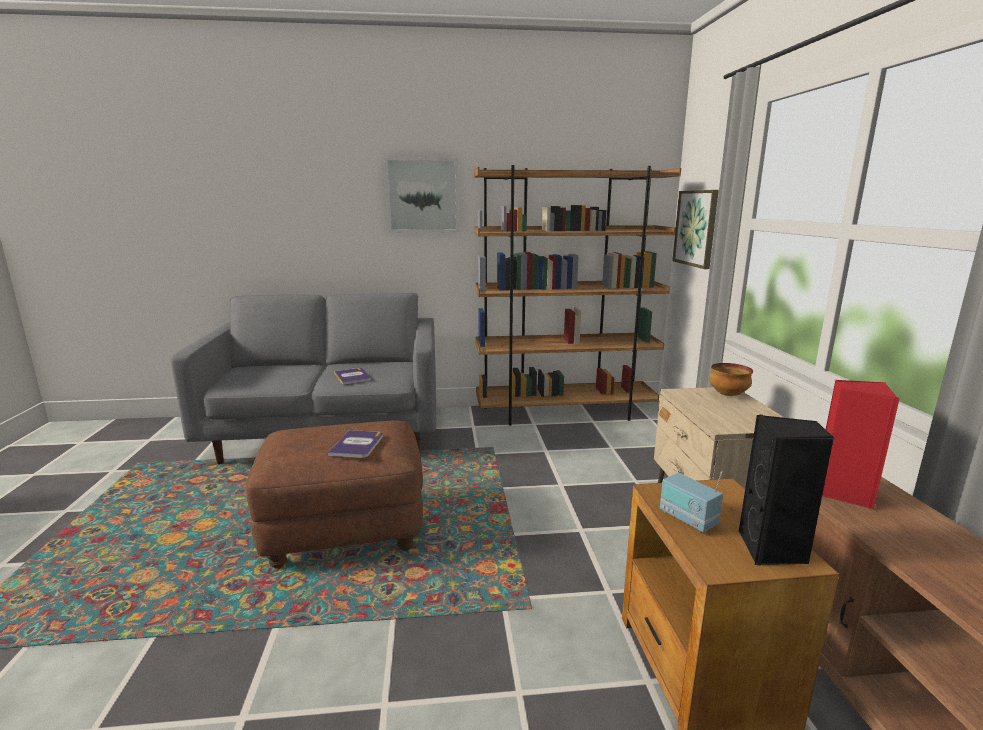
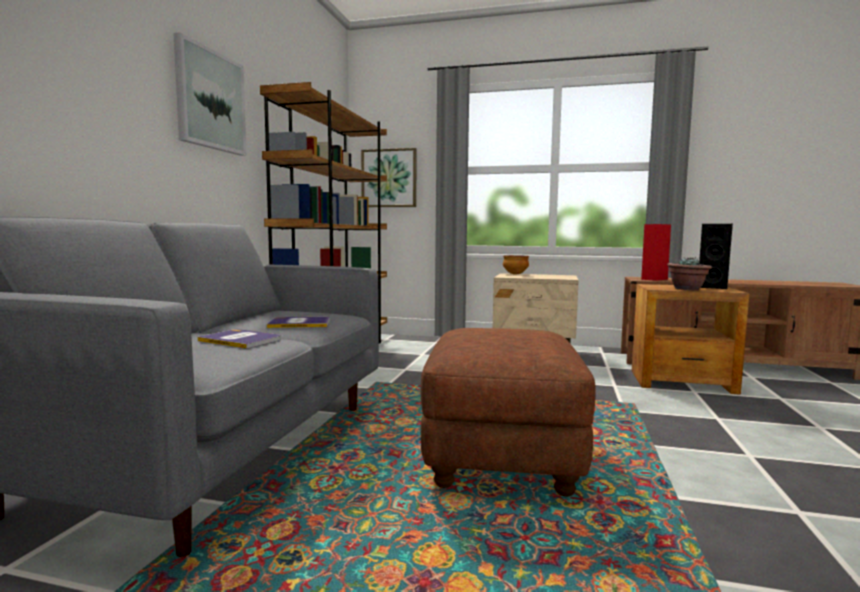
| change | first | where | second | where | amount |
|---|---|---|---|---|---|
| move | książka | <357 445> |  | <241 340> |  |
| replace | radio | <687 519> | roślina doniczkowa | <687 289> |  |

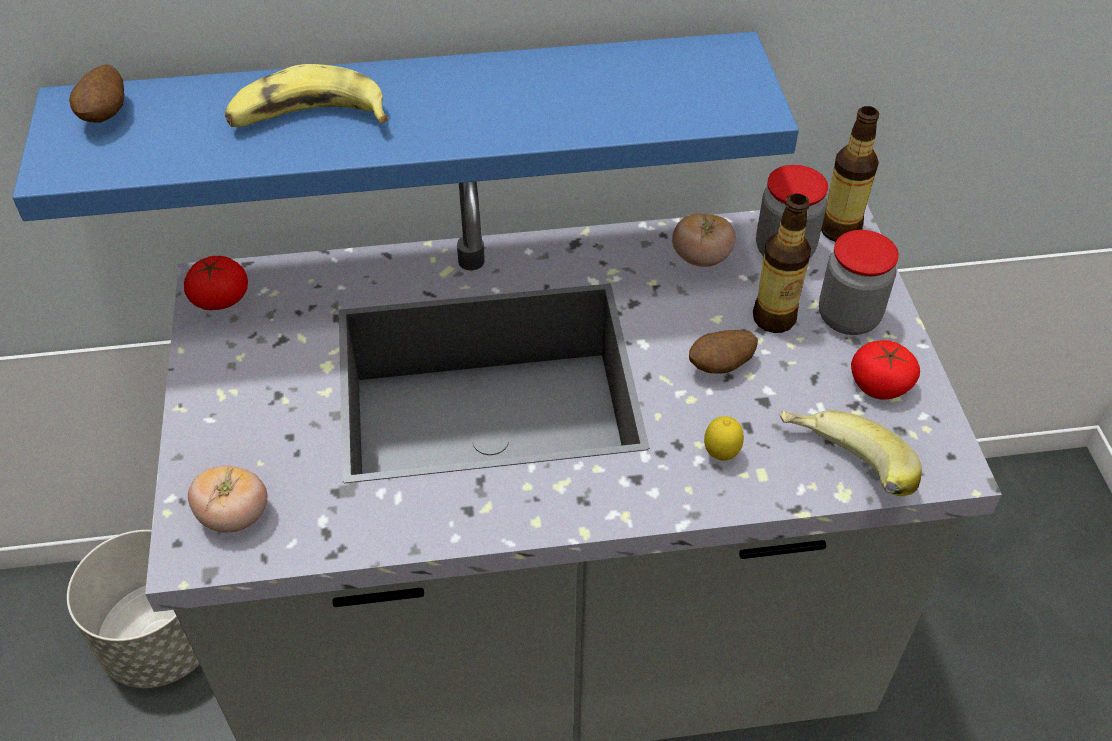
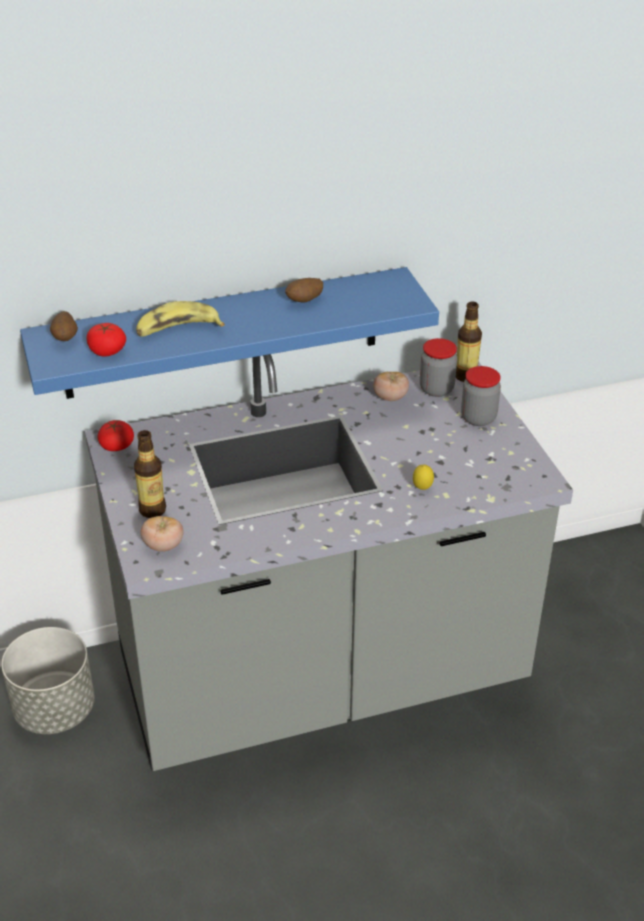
| change | first | where | second | where | amount |
|---|---|---|---|---|---|
| delete | banan | <839 474> |  |  |  |
| move | ziemniak | <720 367> |  | <304 301> |  |
| move | butelka | <774 318> |  | <152 510> |  |
| move | pomidor | <879 385> |  | <107 351> |  |

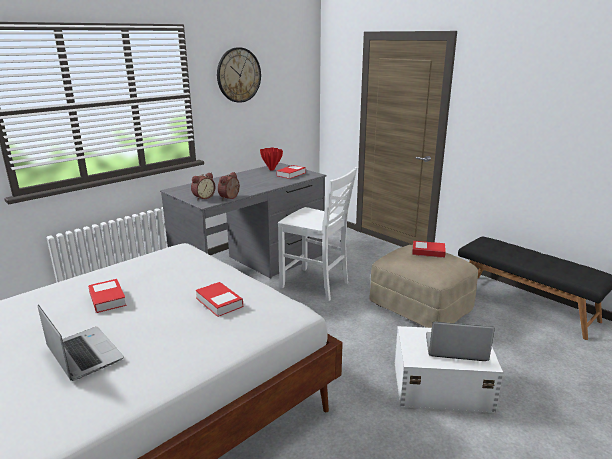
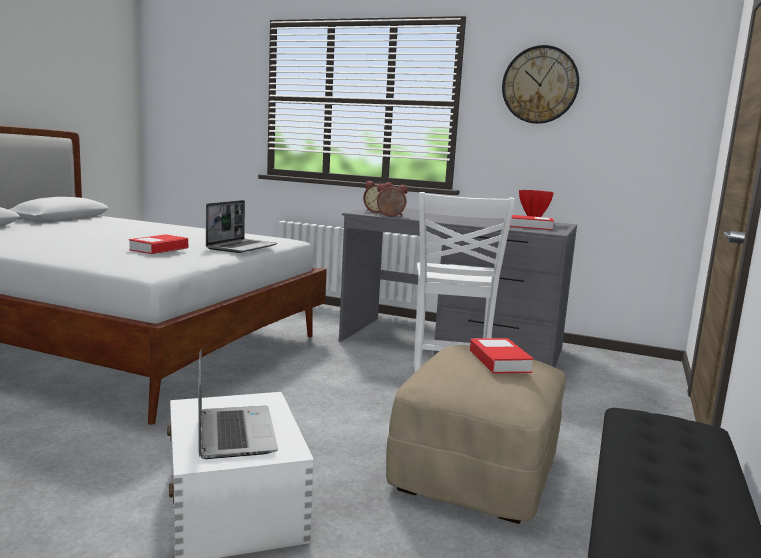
| change | first | where | second | where | amount |
|---|---|---|---|---|---|
| delete | książka | <107 299> |  |  |  |
| move | laptop | <83 354> |  | <242 247> |  |

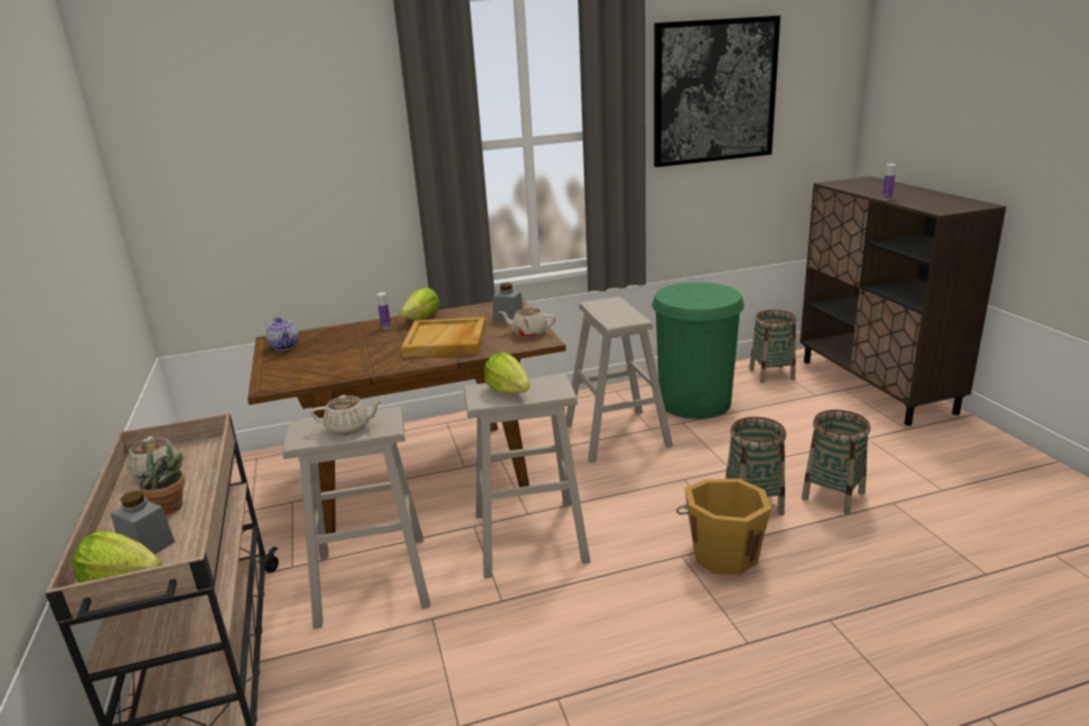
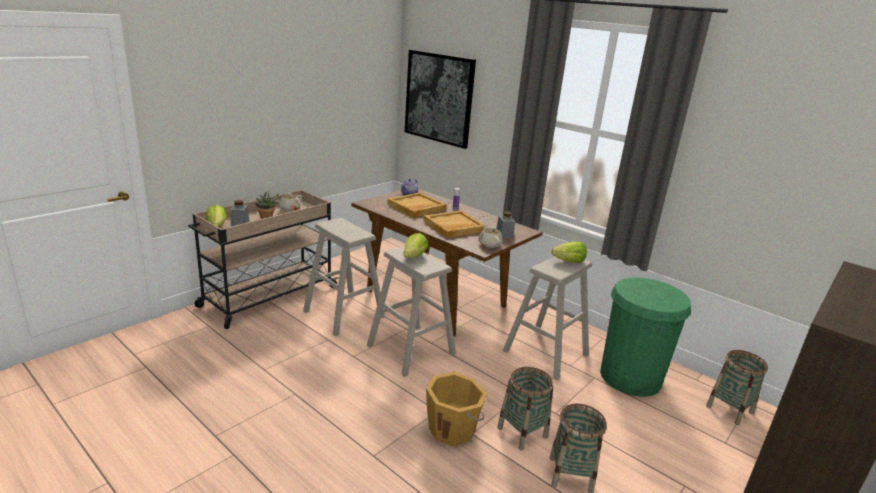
| change | first | where | second | where | amount |
|---|---|---|---|---|---|
| delete | imbryk [beżowy] | <349 428> |  |  |  |
| delete | butelka | <887 198> |  |  |  |
| insert |  |  | taca [beżowy] | <416 207> |  |
| move | sałata | <422 319> |  | <569 261> |  |
| move | obraz | <714 92> |  | <439 98> |  |

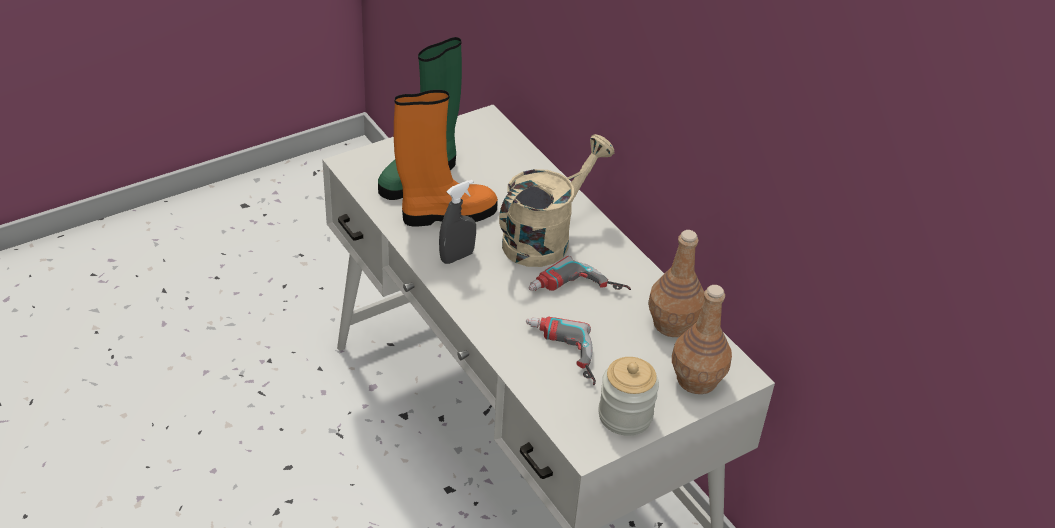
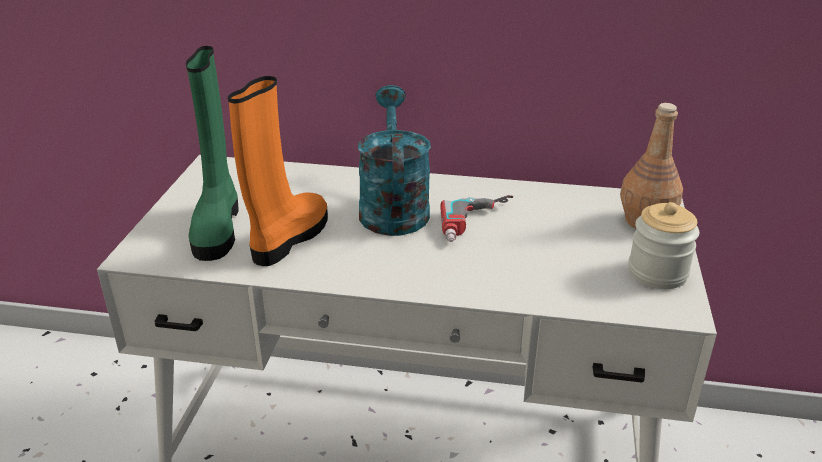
| change | first | where | second | where | amount |
|---|---|---|---|---|---|
| delete | spryskiwacz [szary] | <457 257> |  |  |  |
| delete | wiertarka | <559 355> |  |  |  |
| delete | butelka [brązowy] | <673 324> |  |  |  |
| recolor | konewka [beżowy] | <545 237> | konewka [turkusowy] | <393 207> |  |

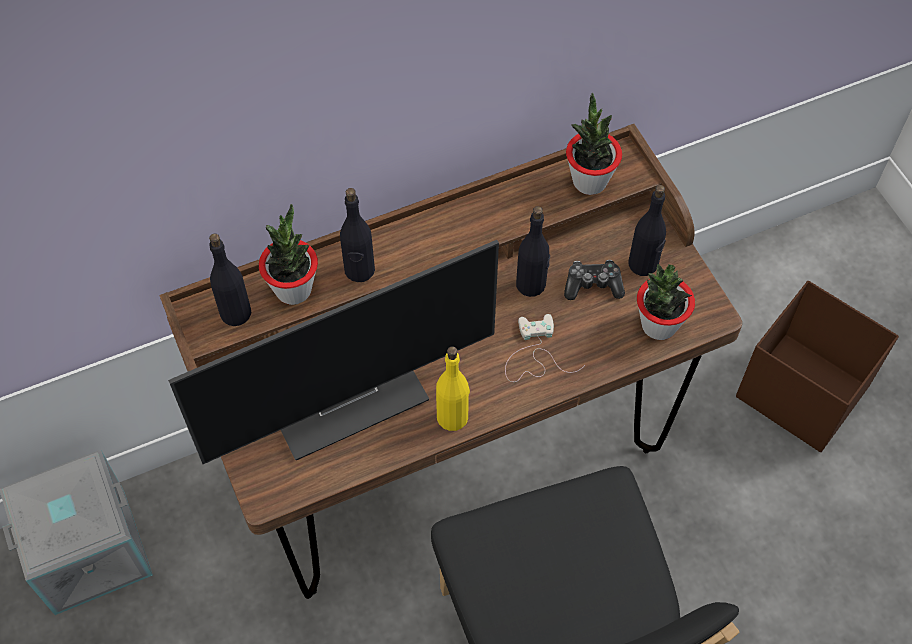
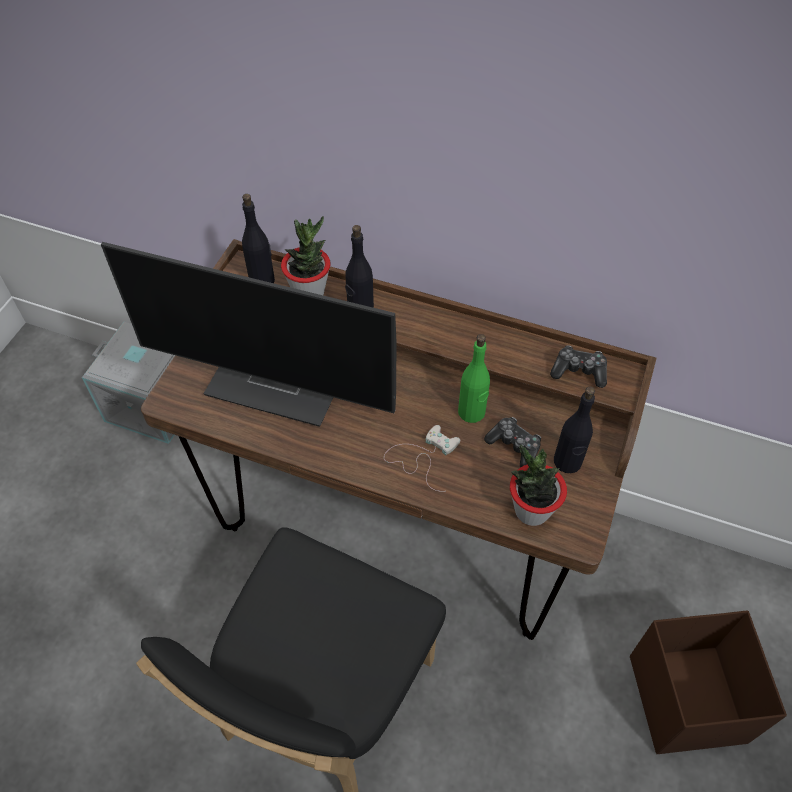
| change | first | where | second | where | amount |
|---|---|---|---|---|---|
| delete | butelka [żółty] | <453 417> |  |  |  |
| replace | roślina doniczkowa | <589 181> | pad do gier | <579 371> |  |
| recolor | butelka [czarny] | <531 284> | butelka [zielony] | <471 412> |  |

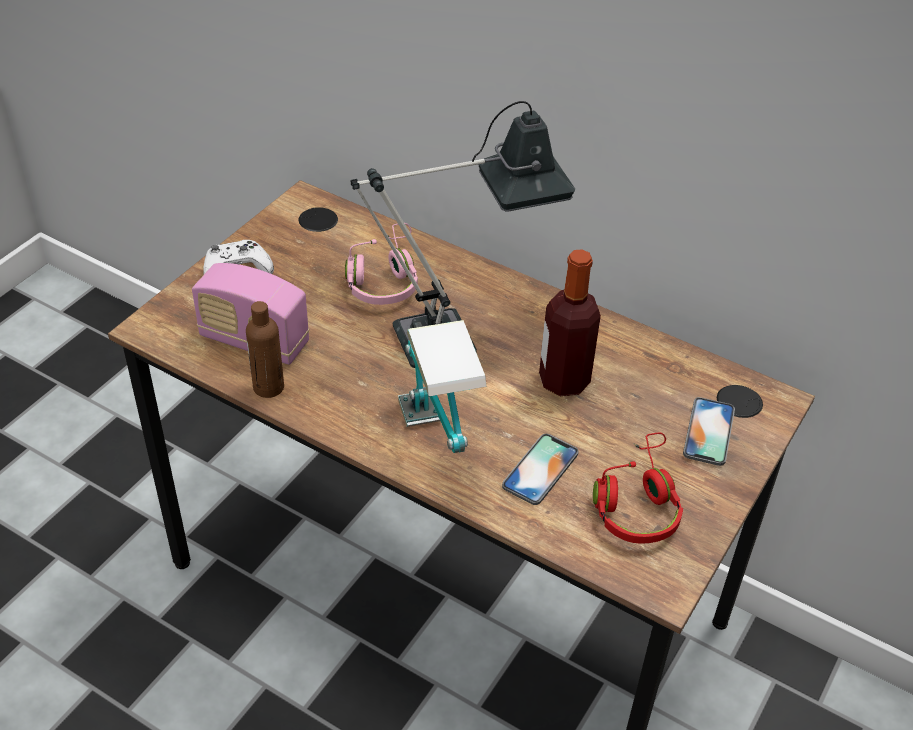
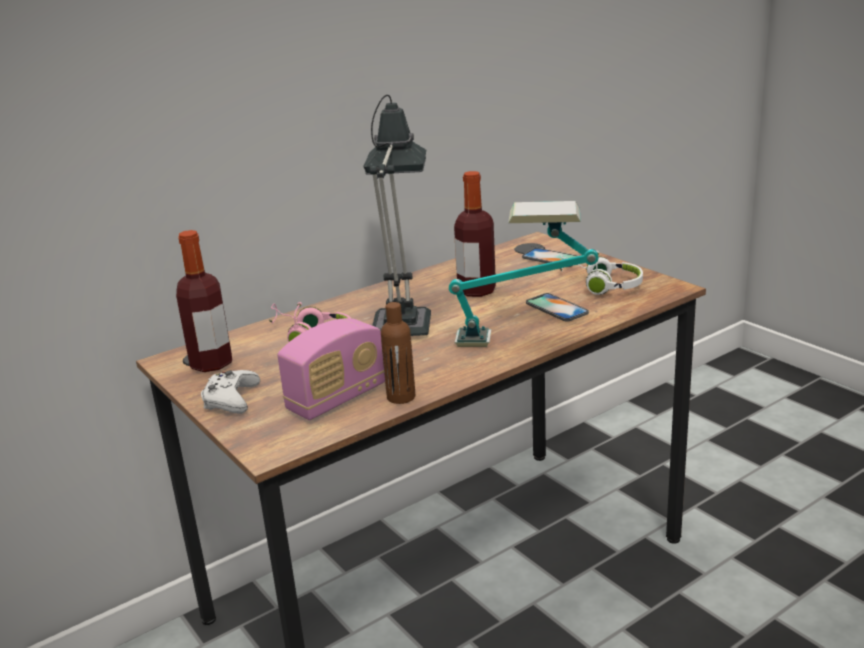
| change | first | where | second | where | amount |
|---|---|---|---|---|---|
| insert |  |  | butelka | <211 363> |  |
| recolor | słuchawki [czerwony] | <636 502> | słuchawki [biały] | <600 285> |  |

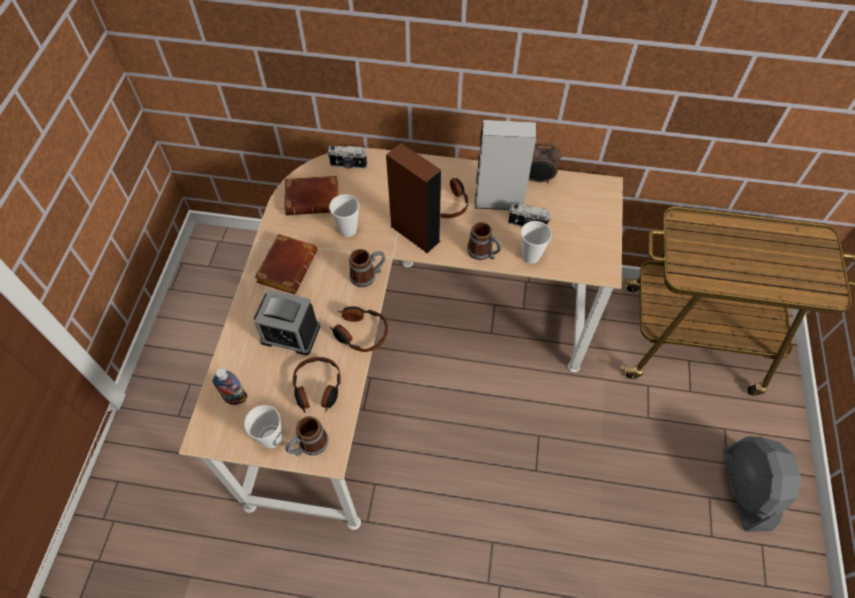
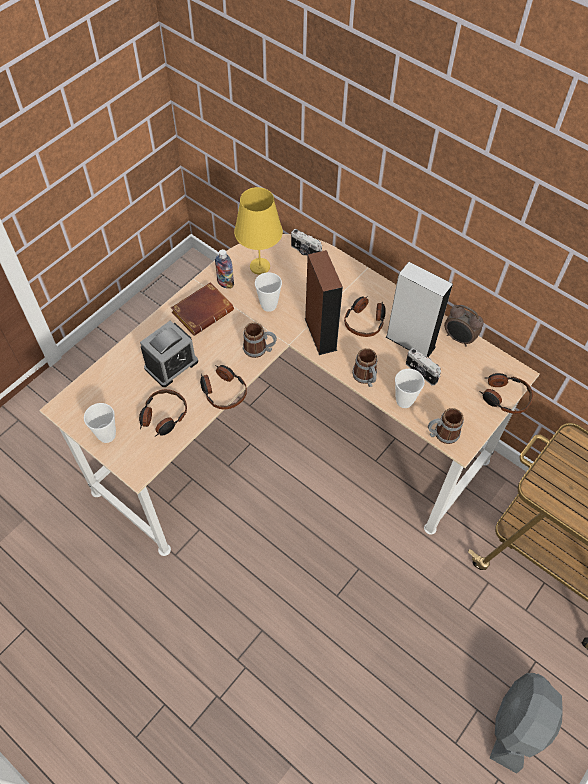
| change | first | where | second | where | amount |
|---|---|---|---|---|---|
| insert |  |  | słuchawki | <504 397> |  |
| move | butelka | <235 398> |  | <225 283> |  |
| move | kubek | <309 446> |  | <441 434> |  |
| replace | książka [brązowy] | <314 198> | lampa stołowa [żółty] | <260 267> |  |
| rotate | budzik | <290 333> |  | <171 364> | 90 degrees counterclockwise |

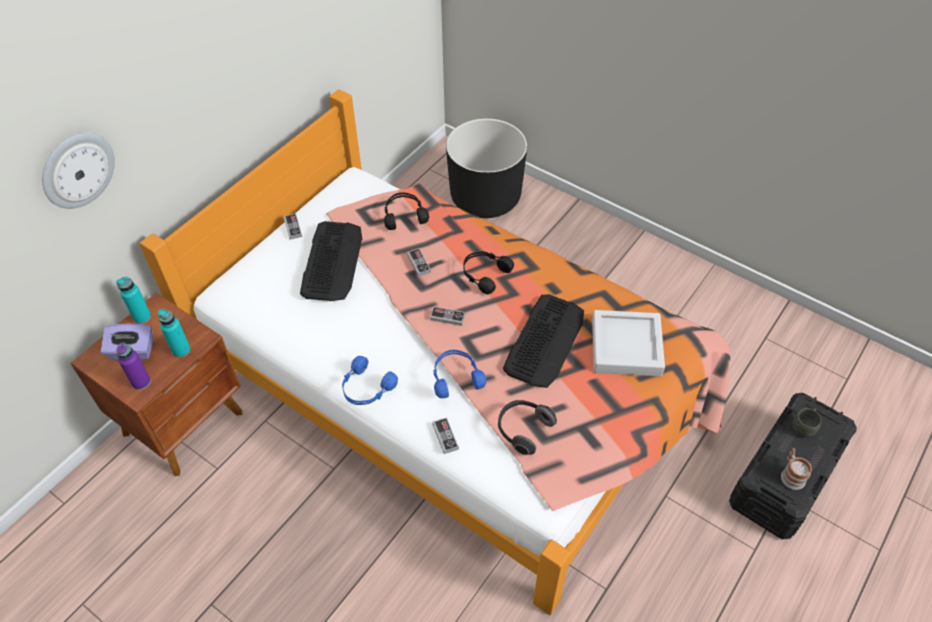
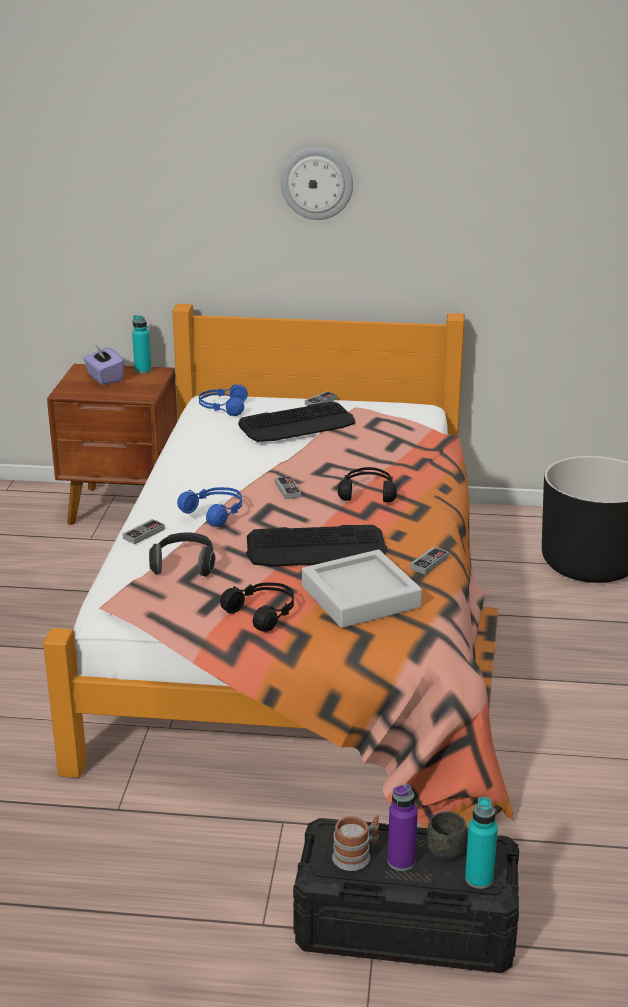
| change | first | where | second | where | amount |
|---|---|---|---|---|---|
| move | zegar ścienny | <77 169> |  | <317 183> |  |
| move | butelka [fioletowy] | <141 382> |  | <401 861> |  |
| move | butelka [turkusowy] | <181 350> |  | <479 879> |  |
| move | słuchawki [niebieski] | <366 388> |  | <222 408> |  |
| move | słuchawki [czarny] | <404 215> |  | <263 613> |  |
| move | pad do gier | <418 263> |  | <429 563> |  |

